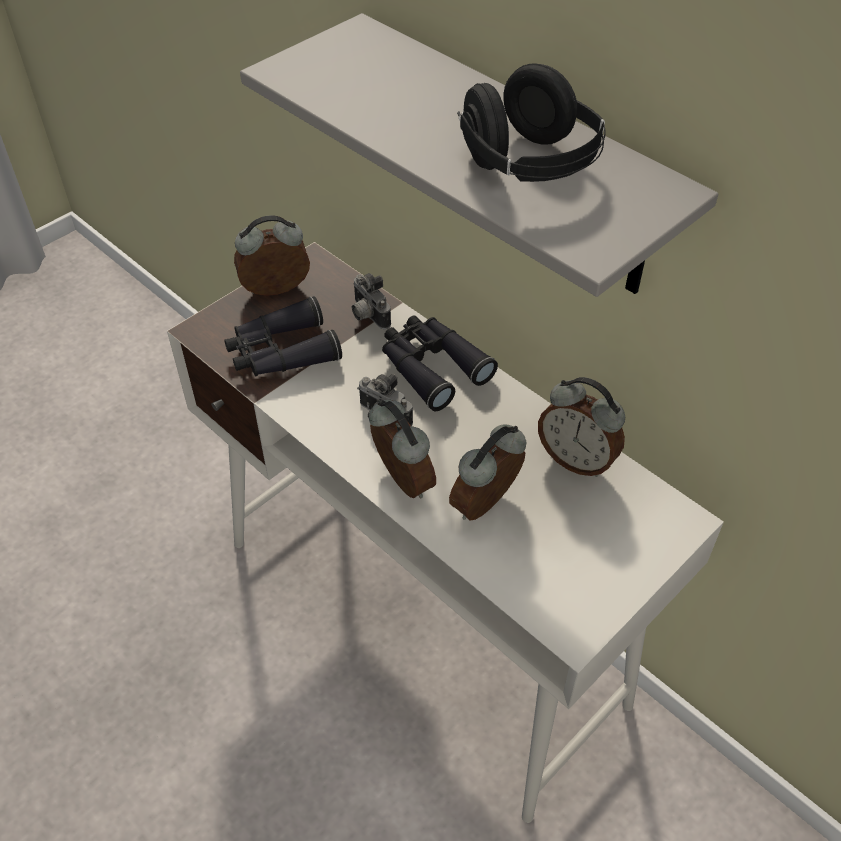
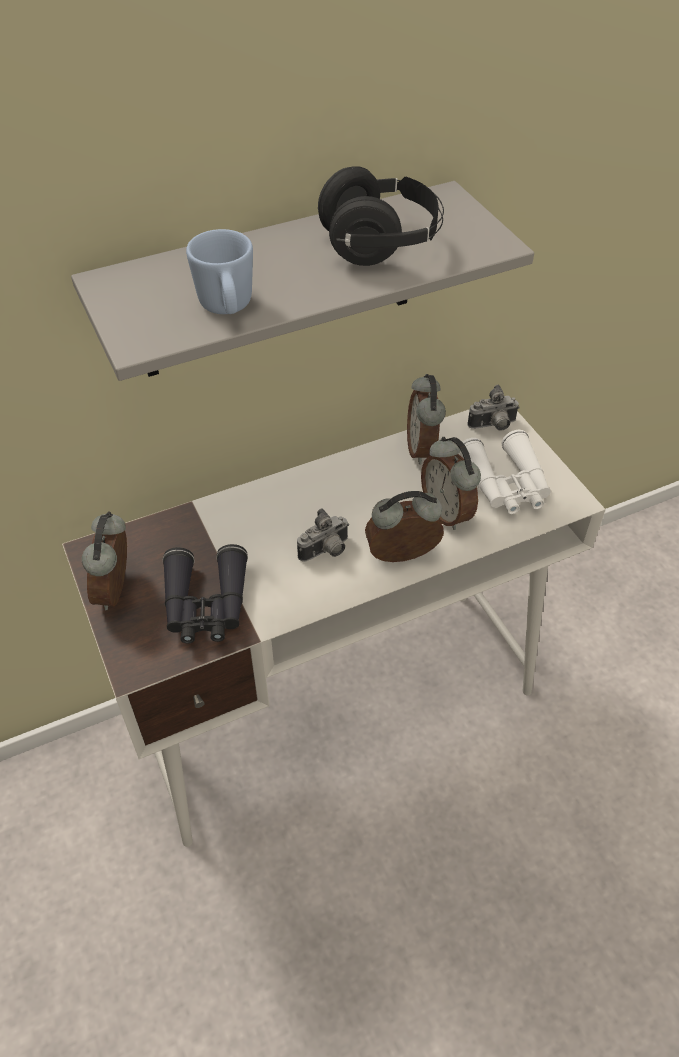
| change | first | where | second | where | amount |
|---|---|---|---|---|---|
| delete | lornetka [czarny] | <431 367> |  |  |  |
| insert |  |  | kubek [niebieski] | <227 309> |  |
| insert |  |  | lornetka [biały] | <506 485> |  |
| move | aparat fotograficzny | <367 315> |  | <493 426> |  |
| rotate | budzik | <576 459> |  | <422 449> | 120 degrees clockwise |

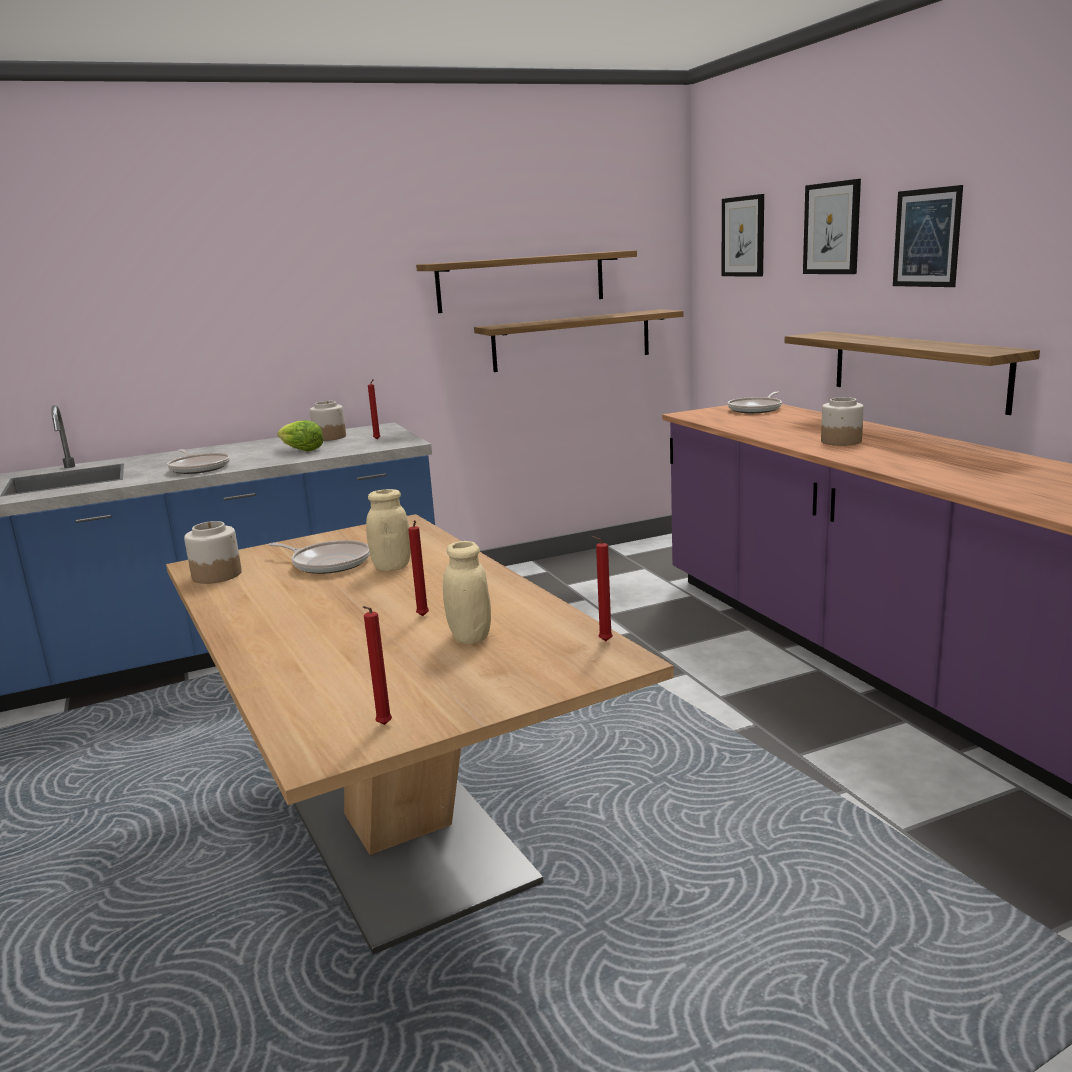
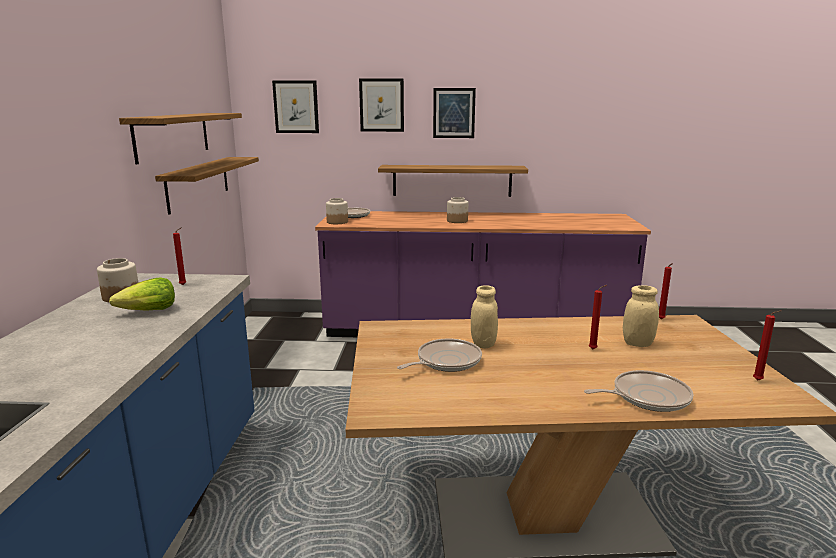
| change | first | where | second | where | amount |
|---|---|---|---|---|---|
| move | patelnia | <199 468> |  | <646 397> |  |
| move | słoik | <217 575> |  | <337 222> |  |

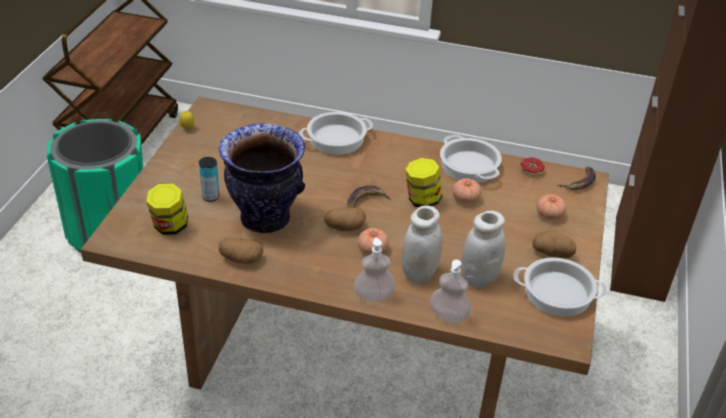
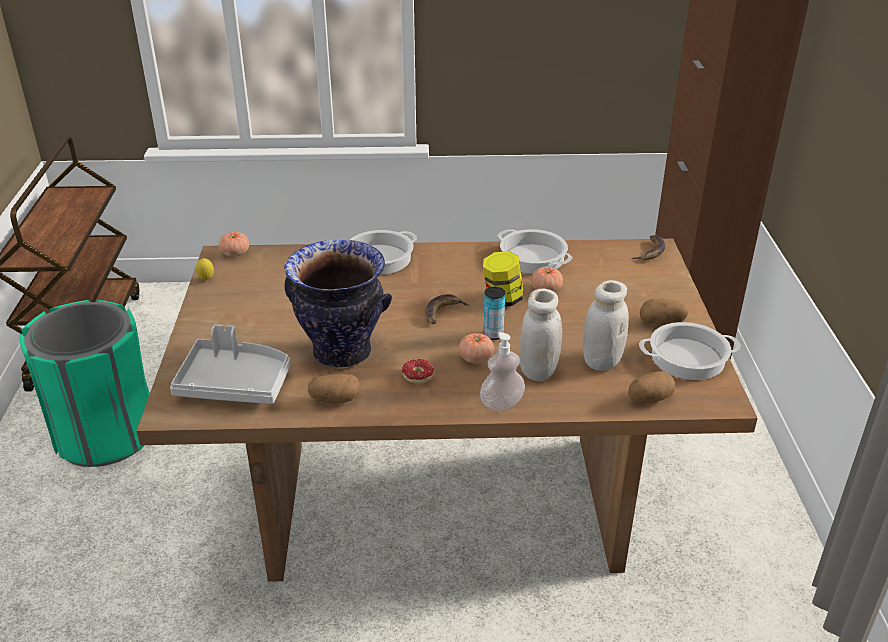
| change | first | where | second | where | amount |
|---|---|---|---|---|---|
| delete | dozownik mydła | <448 316> |  |  |  |
| move | puszka | <210 197> |  | <493 335> |  |
| move | ziemniak | <344 227> |  | <649 399> |  |
| move | donut | <528 172> |  | <414 379> |  |
| move | pomidor | <549 215> |  | <235 253> |  |
| replace | słoik | <169 226> | taca [szary] | <235 383> |  |

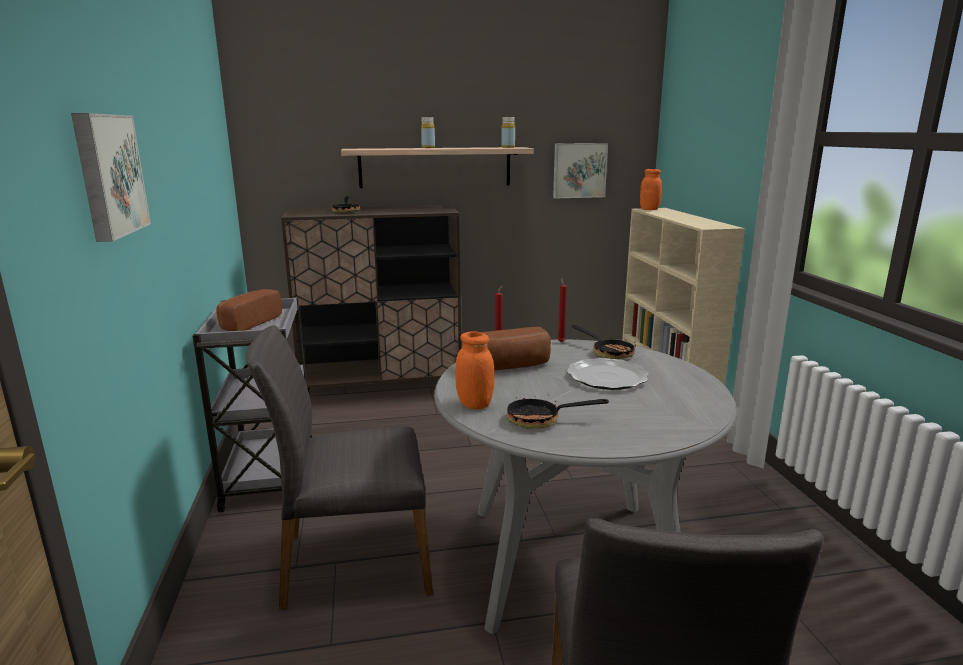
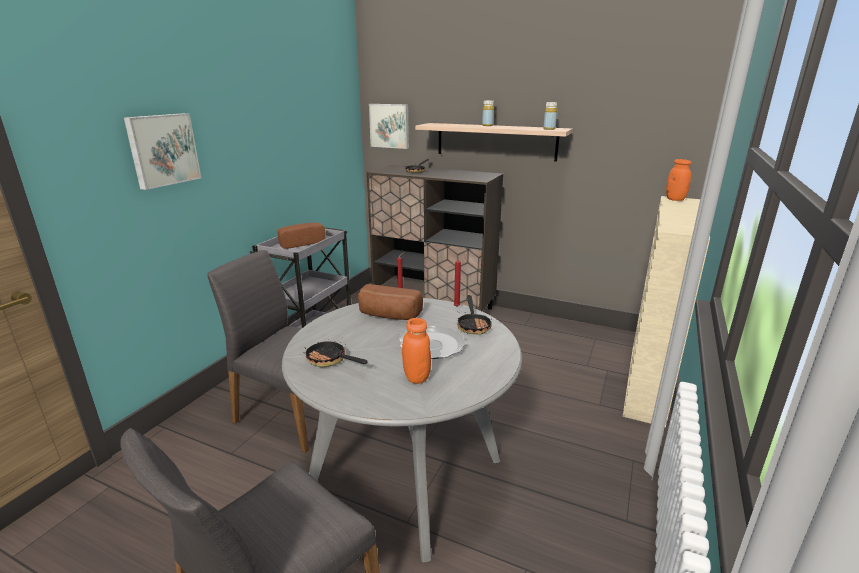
| change | first | where | second | where | amount |
|---|---|---|---|---|---|
| move | słoik [pomarańczowy] | <474 404> |  | <416 377> |  |
| move | obraz | <579 170> |  | <390 125> |  |

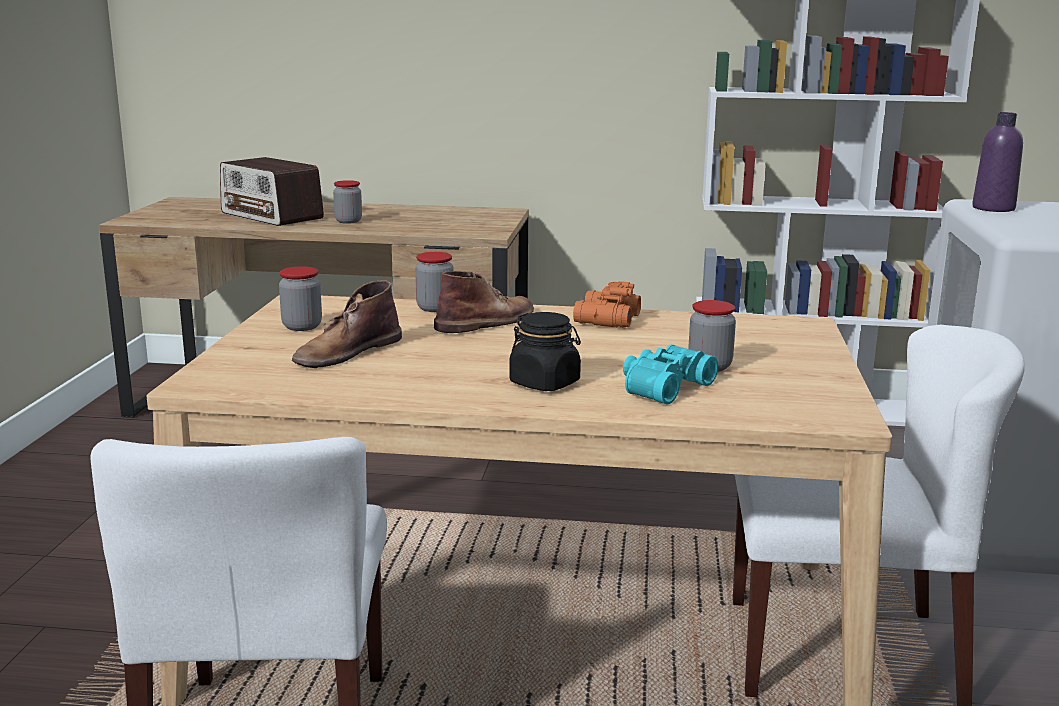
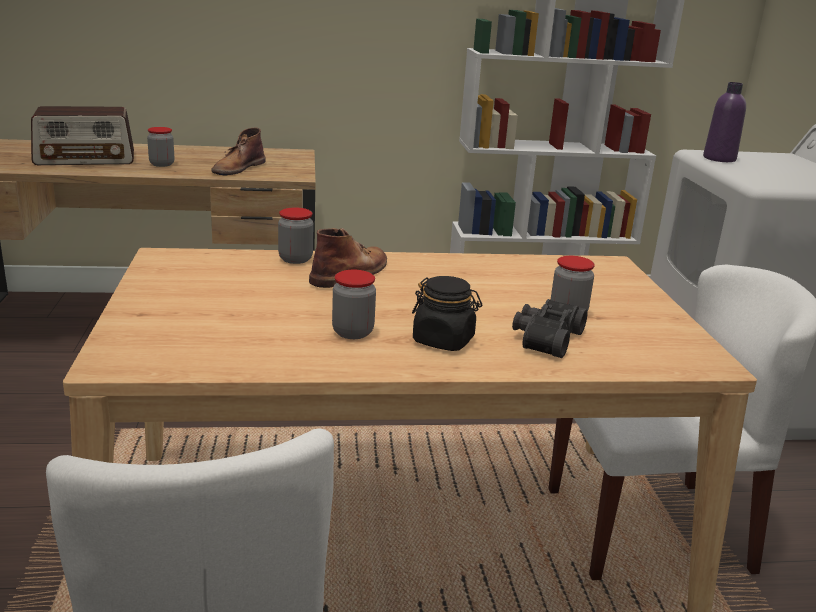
| change | first | where | second | where | amount |
|---|---|---|---|---|---|
| delete | lornetka [pomarańczowy] | <605 320> |  |  |  |
| move | słoik | <302 326> |  | <352 332> |  |
| move | but z cholewką [brązowy] | <346 352> |  | <238 168> |  |
| recolor | lornetka [turkusowy] | <662 386> | lornetka [czarny] | <545 338> |  |
| rotate | radio | <272 216> |  | <86 159> | 45 degrees counterclockwise |

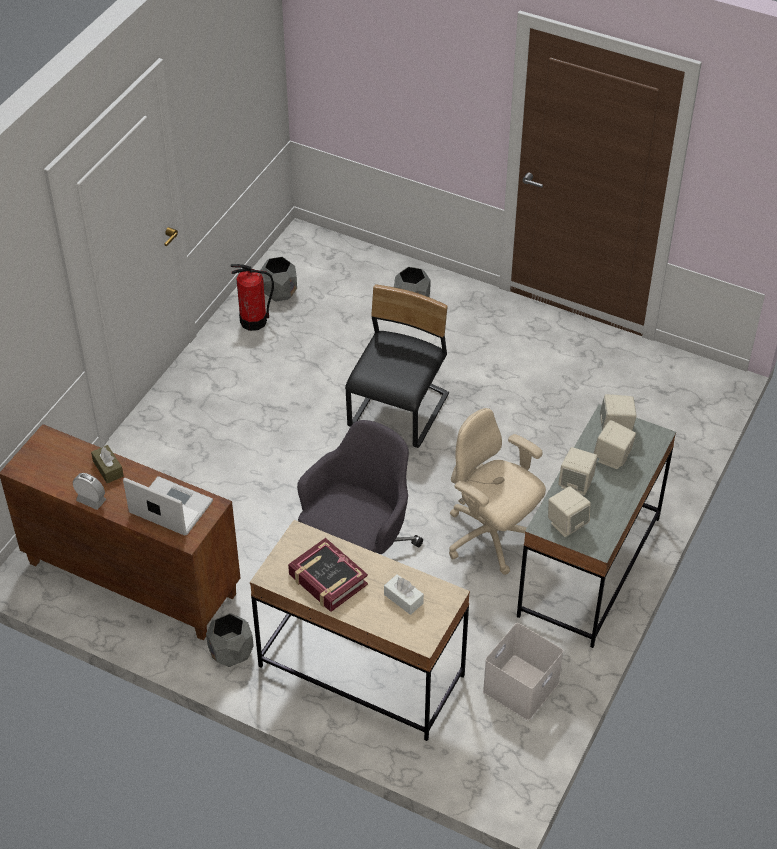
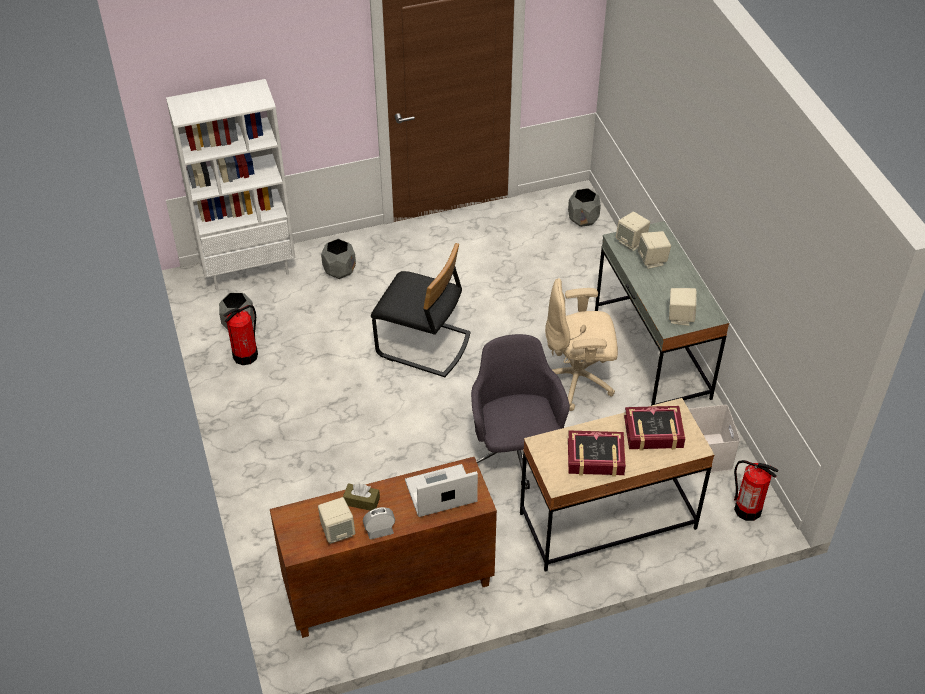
| change | first | where | second | where | amount |
|---|---|---|---|---|---|
| insert |  |  | regał [biały] | <249 269> |  |
| insert |  |  | gaśnica | <747 509> |  |
| move | donica [szary] | <231 653> |  | <583 219> |  |
| move | głośnik [beżowy] | <576 484> |  | <338 531> |  |
| replace | pudełko chusteczek [biały] | <403 599> | książka | <653 432> |  |
| rotate | krzesło [czarny] | <399 412> |  | <423 345> | 135 degrees clockwise |

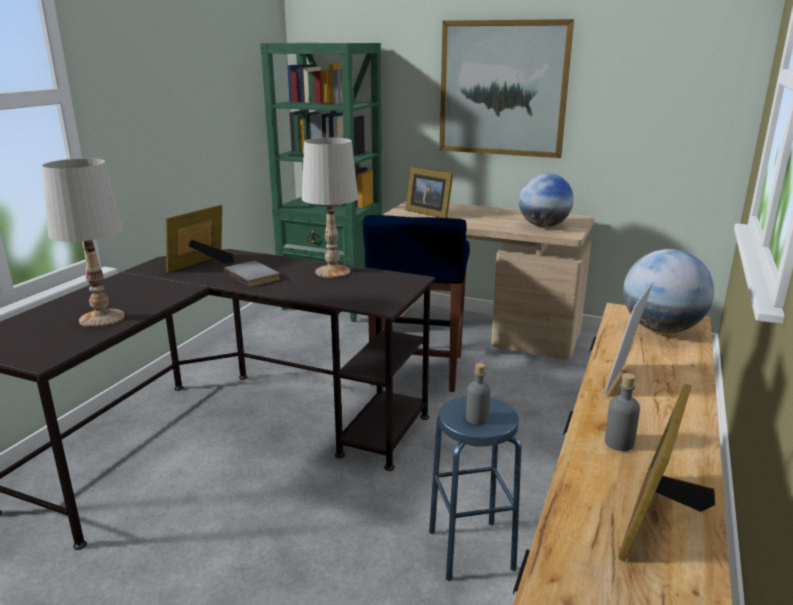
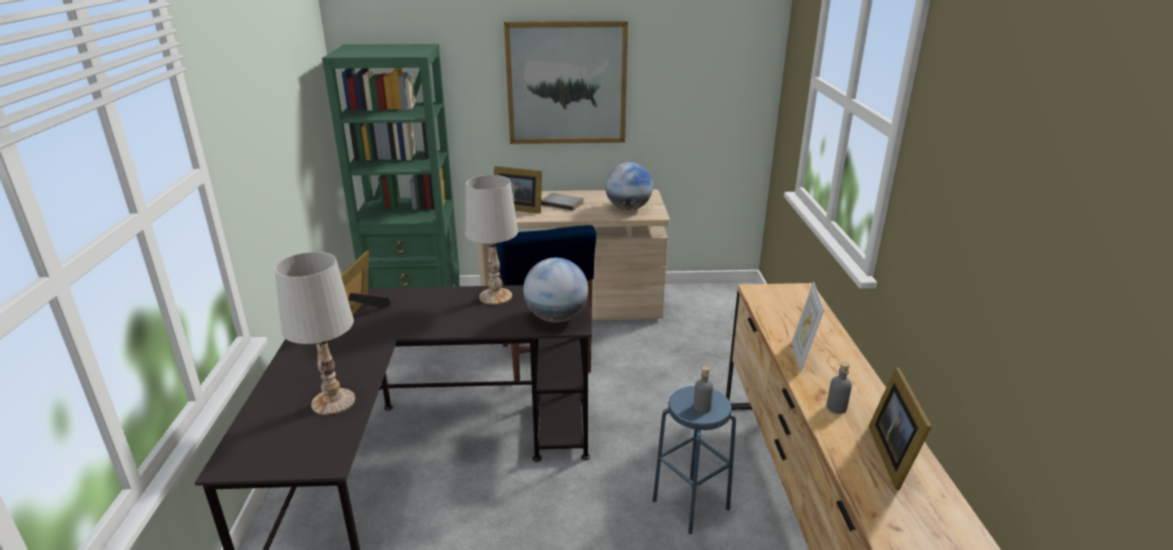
| change | first | where | second | where | amount |
|---|---|---|---|---|---|
| move | książka [szary] | <254 275> |  | <563 203> |  |
| move | globus | <661 329> |  | <556 318> |  |

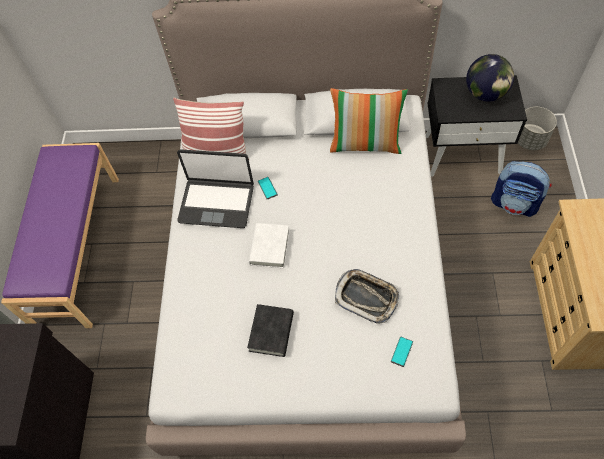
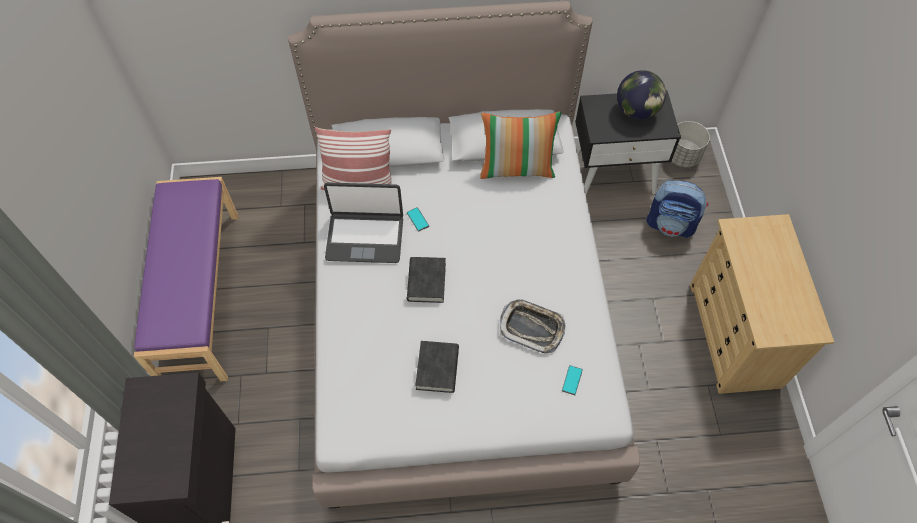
| change | first | where | second | where | amount |
|---|---|---|---|---|---|
| recolor | książka [biały] | <269 247> | książka [czarny] | <426 282> |  |

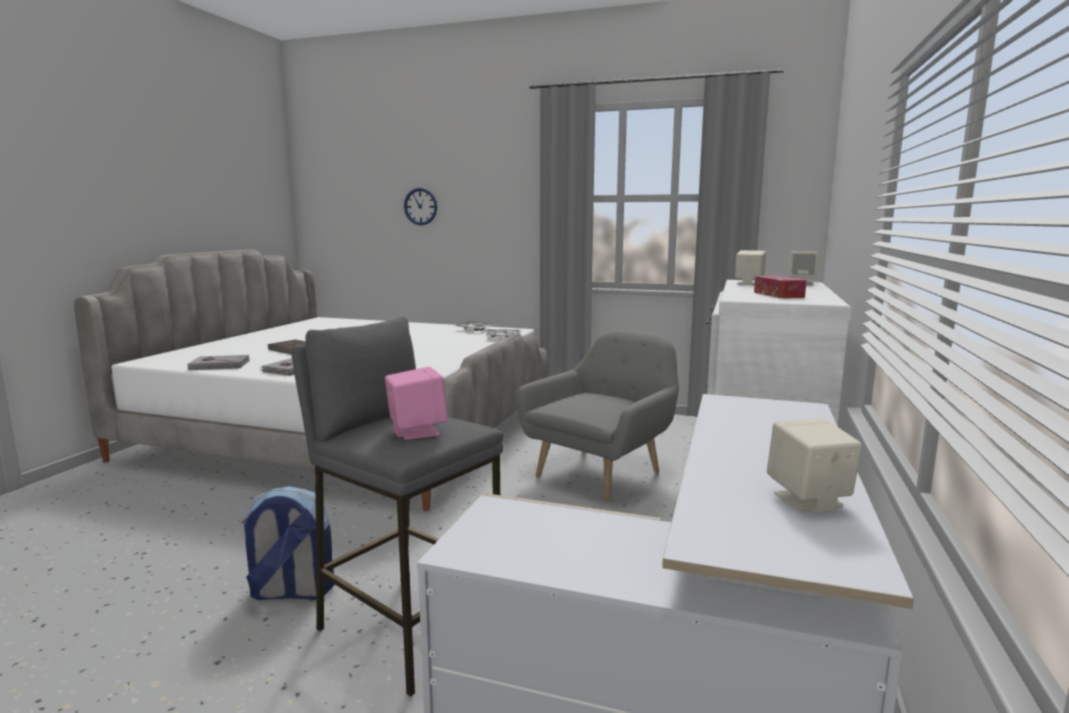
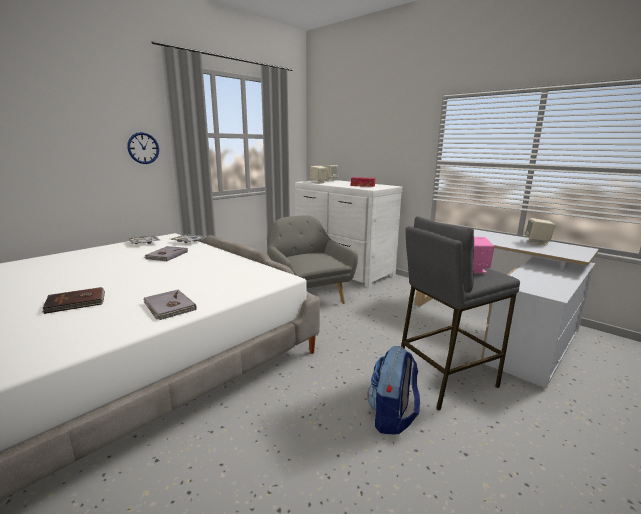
| change | first | where | second | where | amount |
|---|---|---|---|---|---|
| move | książka [szary] | <219 365> |  | <166 255> |  |
| move | zegar ścienny | <420 206> |  | <143 148> |  |

